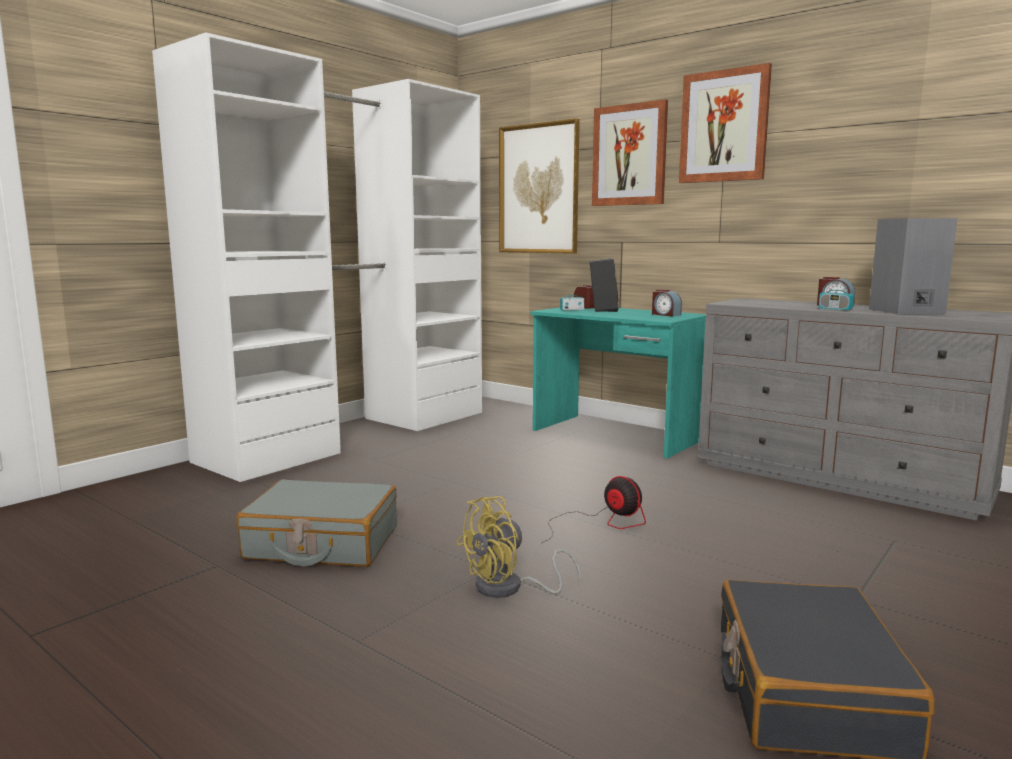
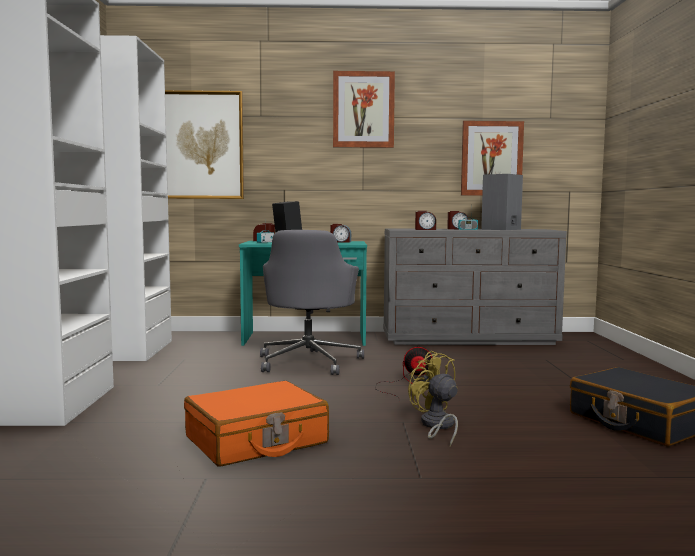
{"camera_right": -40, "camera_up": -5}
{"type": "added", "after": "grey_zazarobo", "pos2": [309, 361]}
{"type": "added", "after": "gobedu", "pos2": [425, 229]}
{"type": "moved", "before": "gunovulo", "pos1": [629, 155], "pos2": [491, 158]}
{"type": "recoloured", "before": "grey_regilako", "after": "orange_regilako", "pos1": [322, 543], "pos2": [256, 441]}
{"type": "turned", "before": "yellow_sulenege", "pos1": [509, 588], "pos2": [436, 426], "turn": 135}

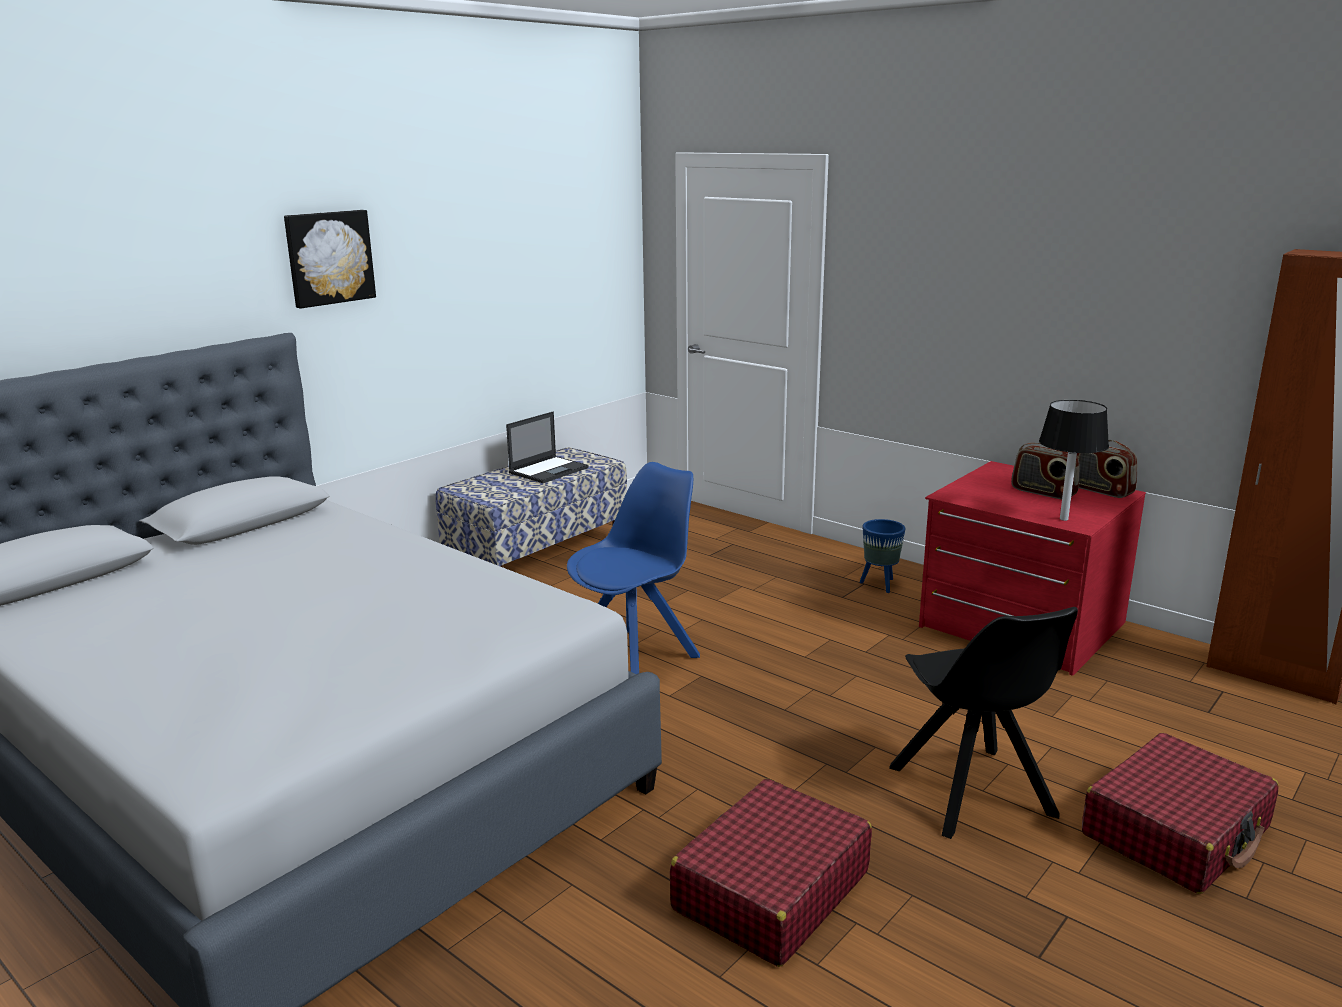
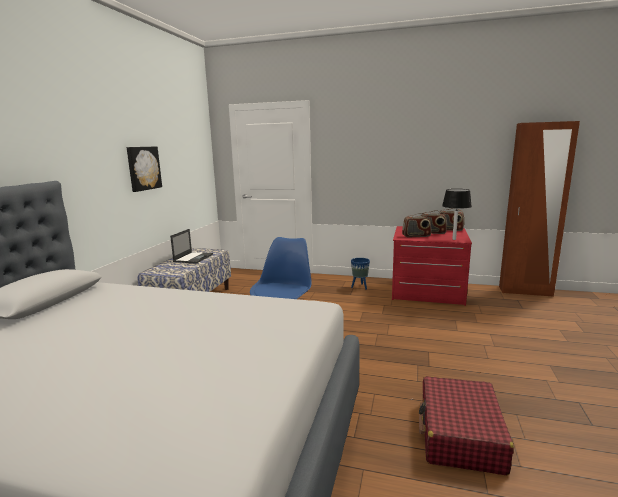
{"camera_right": -25, "camera_up": -5}
{"type": "removed", "before": "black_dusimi", "pos1": [973, 794]}
{"type": "removed", "before": "red_regilako", "pos1": [1176, 832]}
{"type": "added", "after": "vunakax", "pos2": [416, 236]}
{"type": "moved", "before": "gunovulo", "pos1": [329, 257], "pos2": [143, 168]}

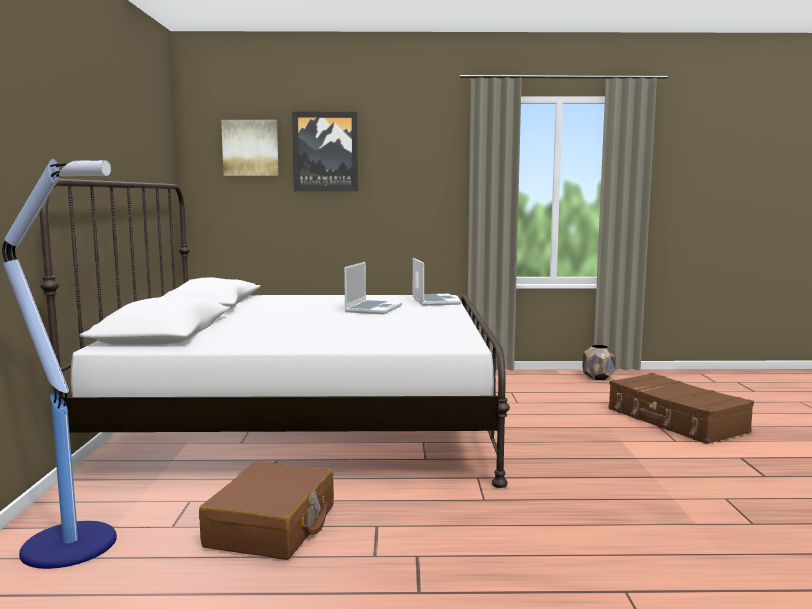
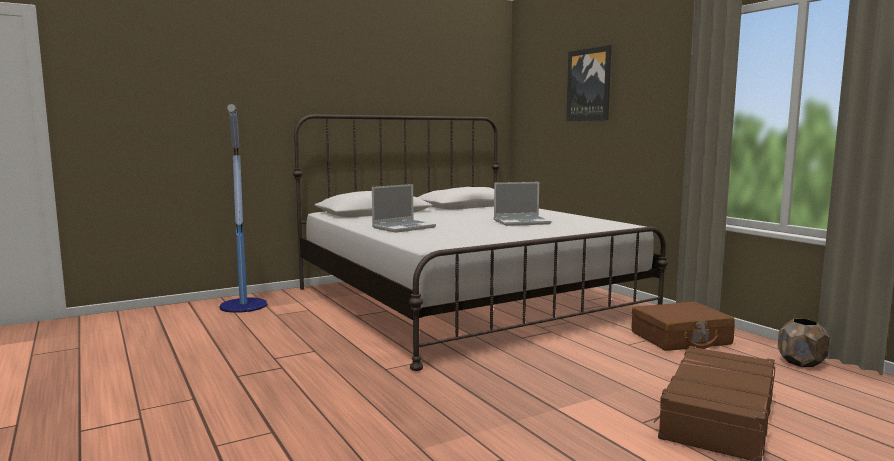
{"camera_right": 60, "camera_up": 0}
{"type": "removed", "before": "gunovulo", "pos1": [250, 148]}
{"type": "moved", "before": "brown_regilako", "pos1": [272, 527], "pos2": [681, 339]}
{"type": "moved", "before": "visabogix", "pos1": [434, 301], "pos2": [404, 227]}

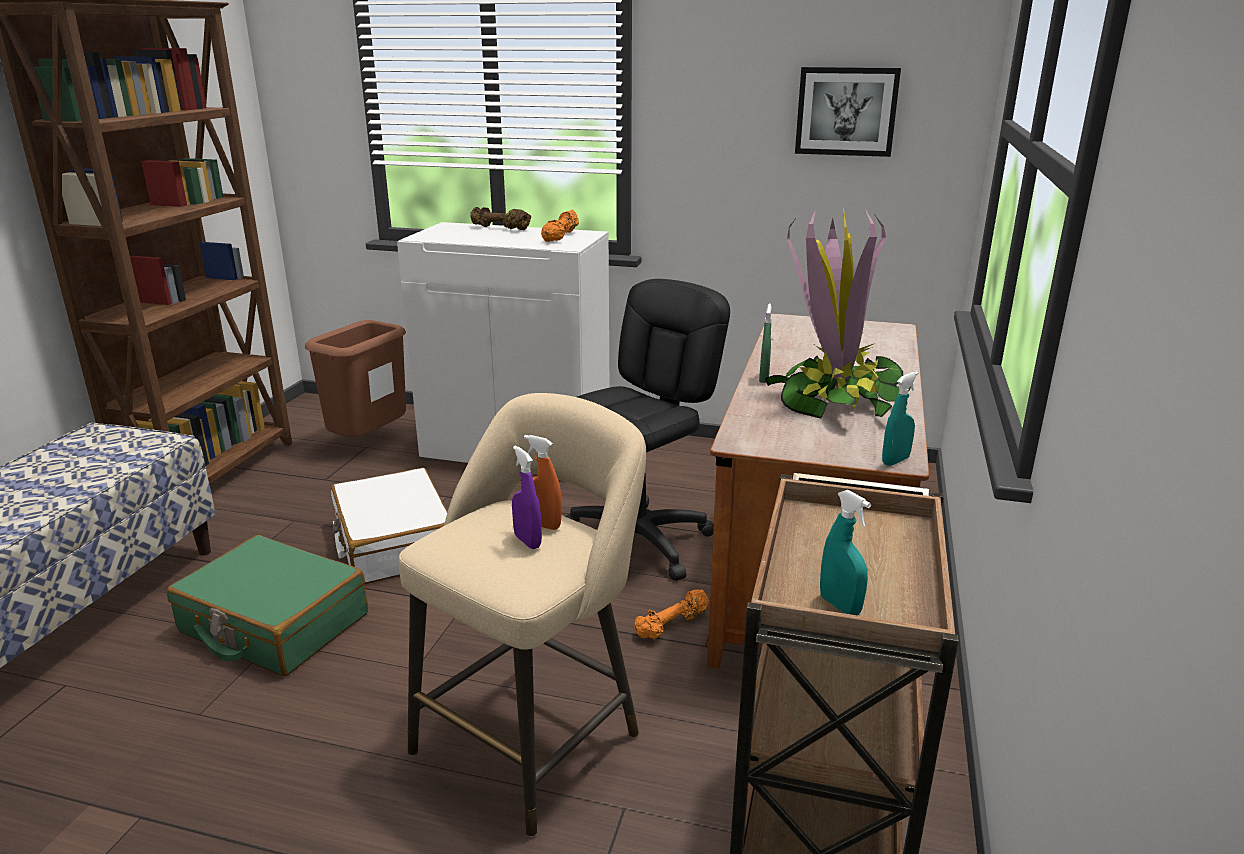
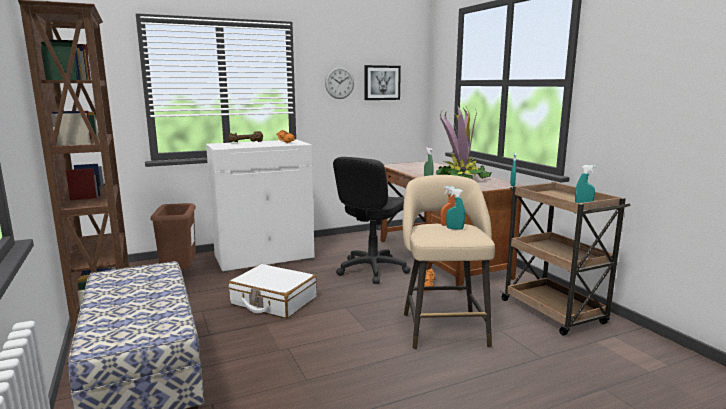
{"camera_right": -40, "camera_up": -10}
{"type": "removed", "before": "green_regilako", "pos1": [273, 624]}
{"type": "added", "after": "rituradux", "pos2": [339, 83]}
{"type": "recoloured", "before": "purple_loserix", "after": "turquoise_loserix", "pos1": [527, 541], "pos2": [455, 229]}
{"type": "turned", "before": "black_zazarobo", "pos1": [637, 542], "pos2": [372, 269], "turn": -150}

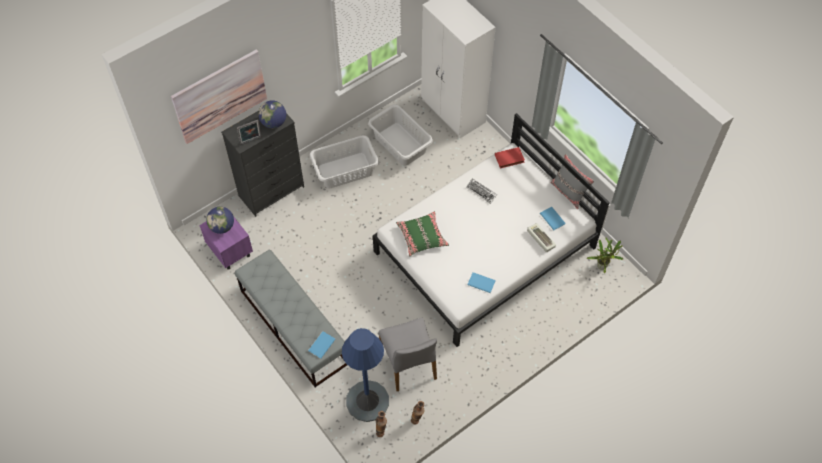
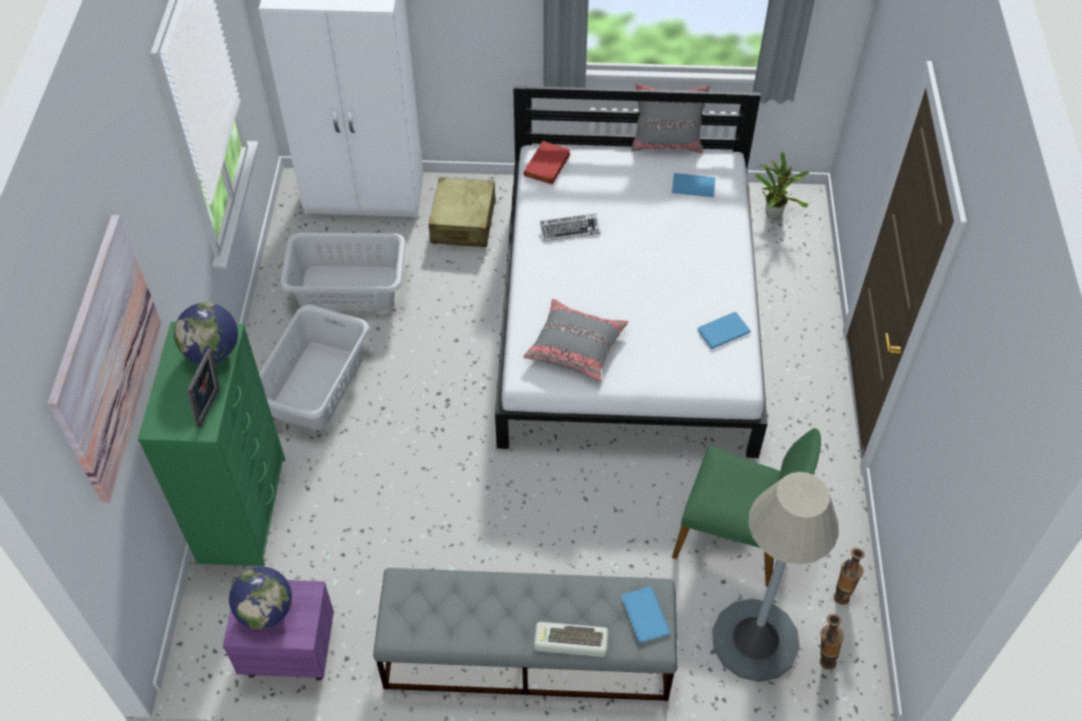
{"camera_right": -50, "camera_up": -5}
{"type": "added", "after": "beige_regilako", "pos2": [463, 222]}
{"type": "moved", "before": "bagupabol", "pos1": [540, 239], "pos2": [570, 643]}
{"type": "recoloured", "before": "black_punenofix", "after": "green_punenofix", "pos1": [272, 191], "pos2": [242, 508]}
{"type": "recoloured", "before": "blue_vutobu", "after": "grey_vutobu", "pos1": [367, 401], "pos2": [755, 640]}
{"type": "recoloured", "before": "grey_dusimi", "after": "green_dusimi", "pos1": [409, 363], "pos2": [734, 537]}
{"type": "recoloured", "before": "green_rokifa", "after": "grey_rokifa", "pos1": [422, 237], "pos2": [576, 347]}

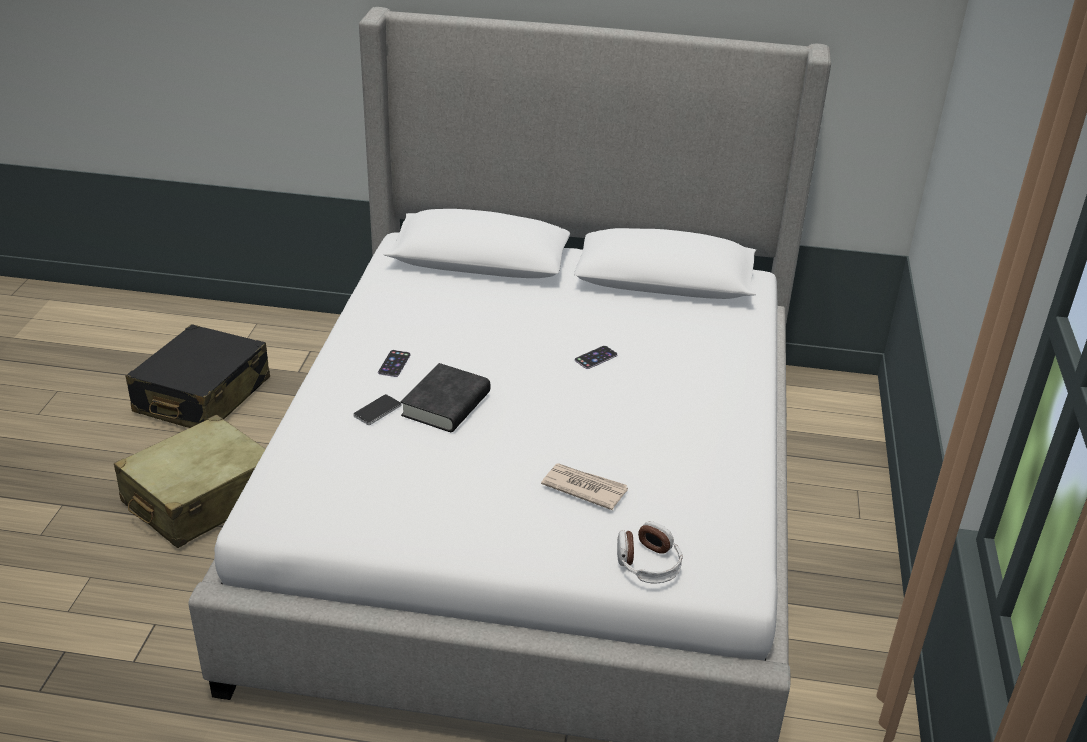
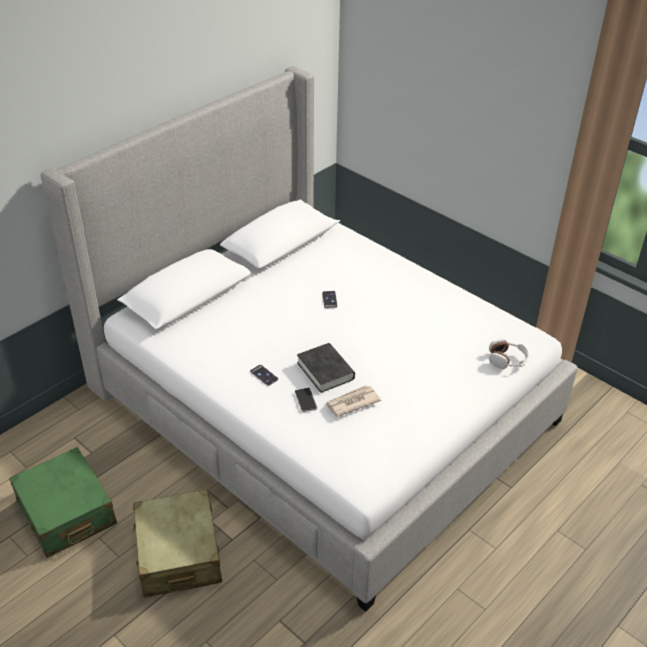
{"camera_right": -55, "camera_up": 5}
{"type": "moved", "before": "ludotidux", "pos1": [584, 488], "pos2": [352, 402]}
{"type": "recoloured", "before": "black_regilako", "after": "green_regilako", "pos1": [202, 396], "pos2": [66, 513]}

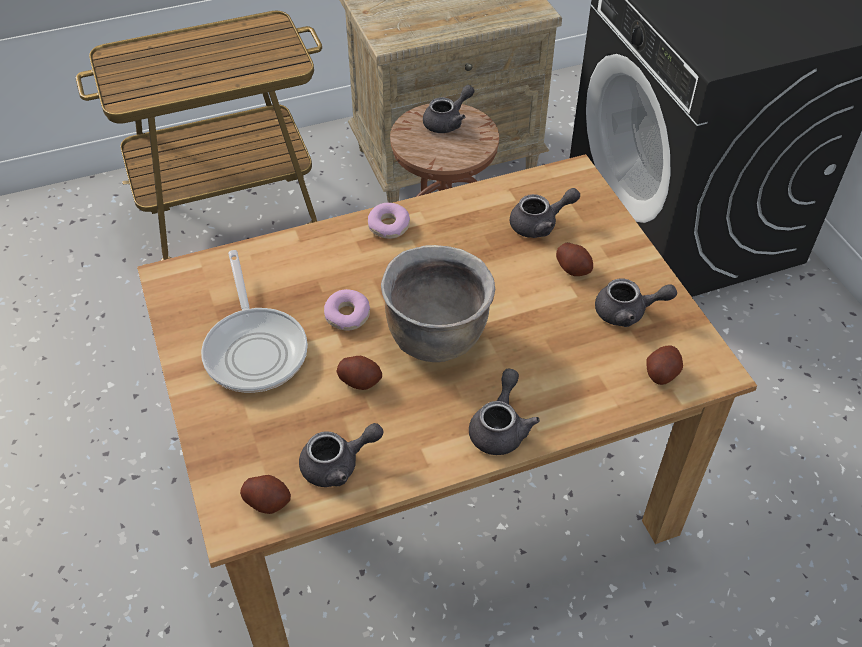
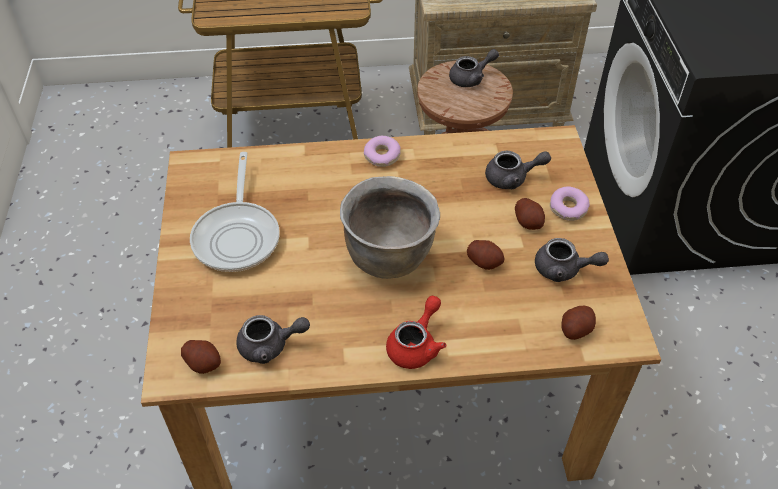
{"camera_right": 15, "camera_up": 0}
{"type": "moved", "before": "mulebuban", "pos1": [347, 315], "pos2": [568, 208]}
{"type": "moved", "before": "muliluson", "pos1": [360, 381], "pos2": [484, 262]}
{"type": "recoloured", "before": "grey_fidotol", "after": "red_fidotol", "pos1": [500, 427], "pos2": [416, 345]}

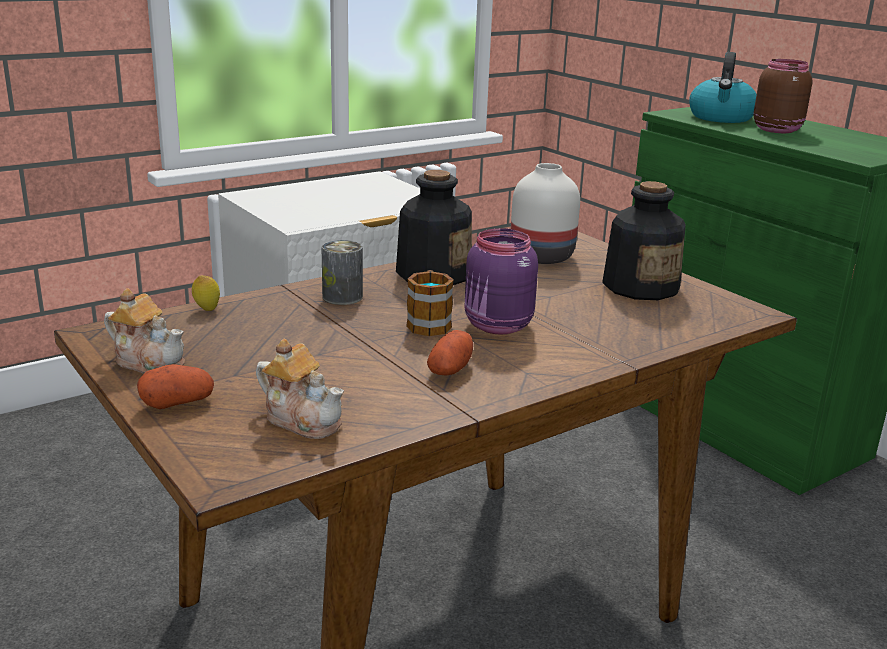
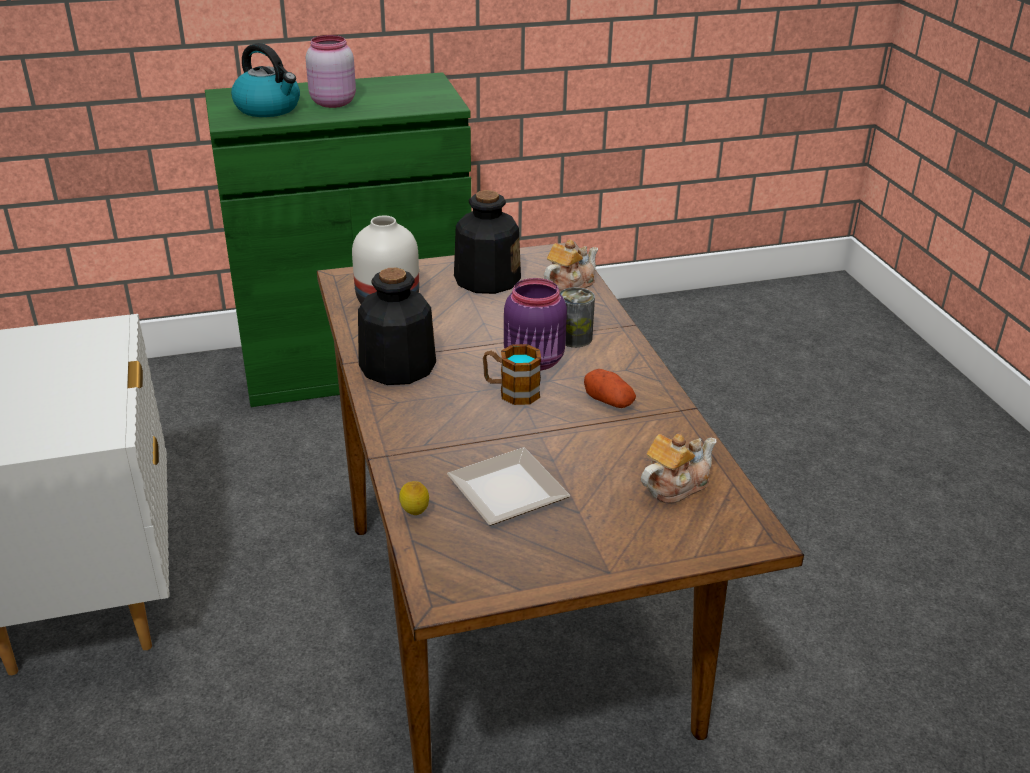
{"camera_right": -70, "camera_up": 10}
{"type": "removed", "before": "muliluson", "pos1": [177, 403]}
{"type": "added", "after": "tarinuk", "pos2": [512, 492]}
{"type": "moved", "before": "fidotol", "pos1": [149, 362], "pos2": [569, 285]}
{"type": "moved", "before": "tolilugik", "pos1": [342, 297], "pos2": [574, 338]}
{"type": "recoloured", "before": "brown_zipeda", "after": "pink_zipeda", "pos1": [777, 129], "pos2": [332, 102]}

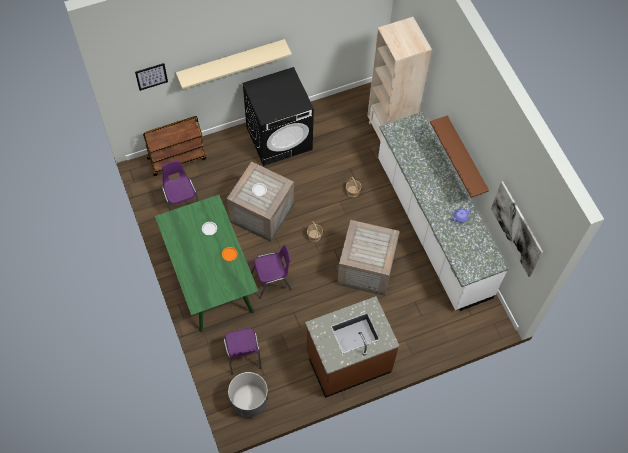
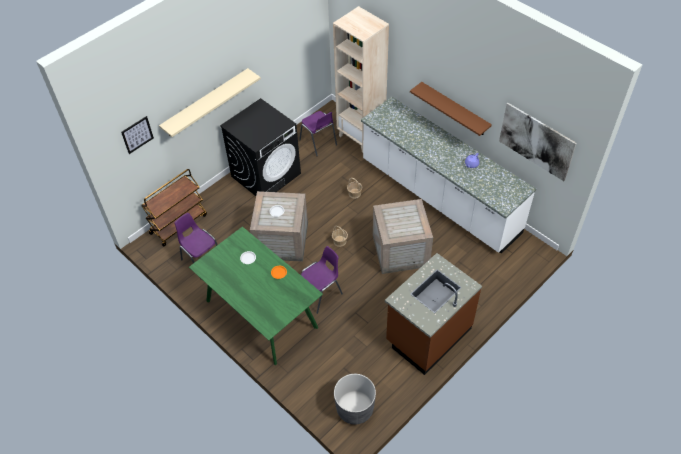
{"camera_right": -20, "camera_up": -10}
{"type": "moved", "before": "purple_dusimi", "pos1": [243, 356], "pos2": [318, 143]}

